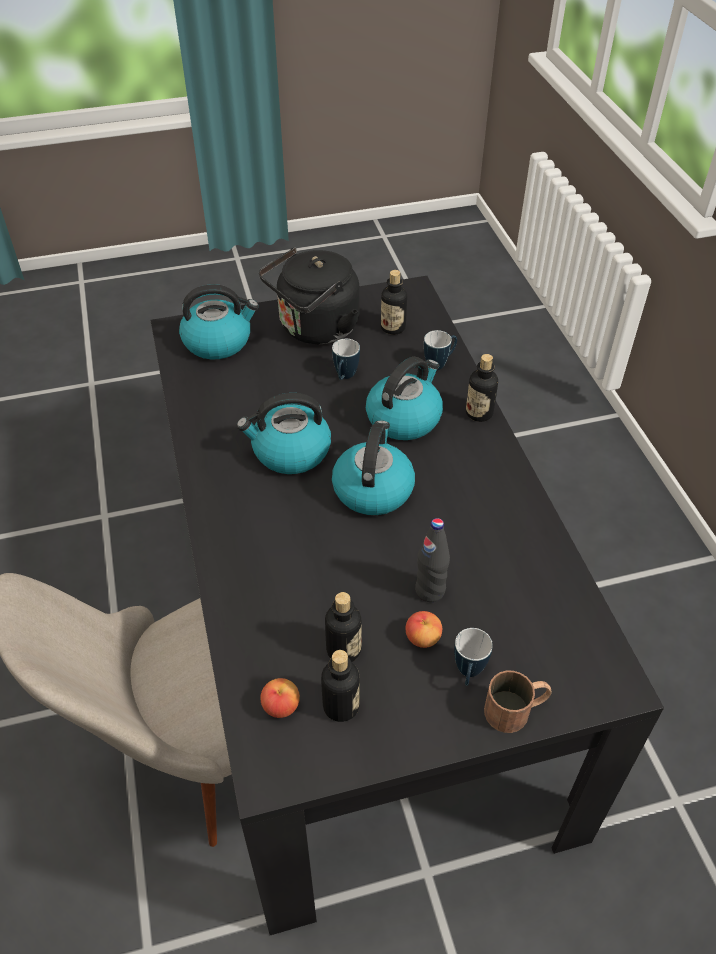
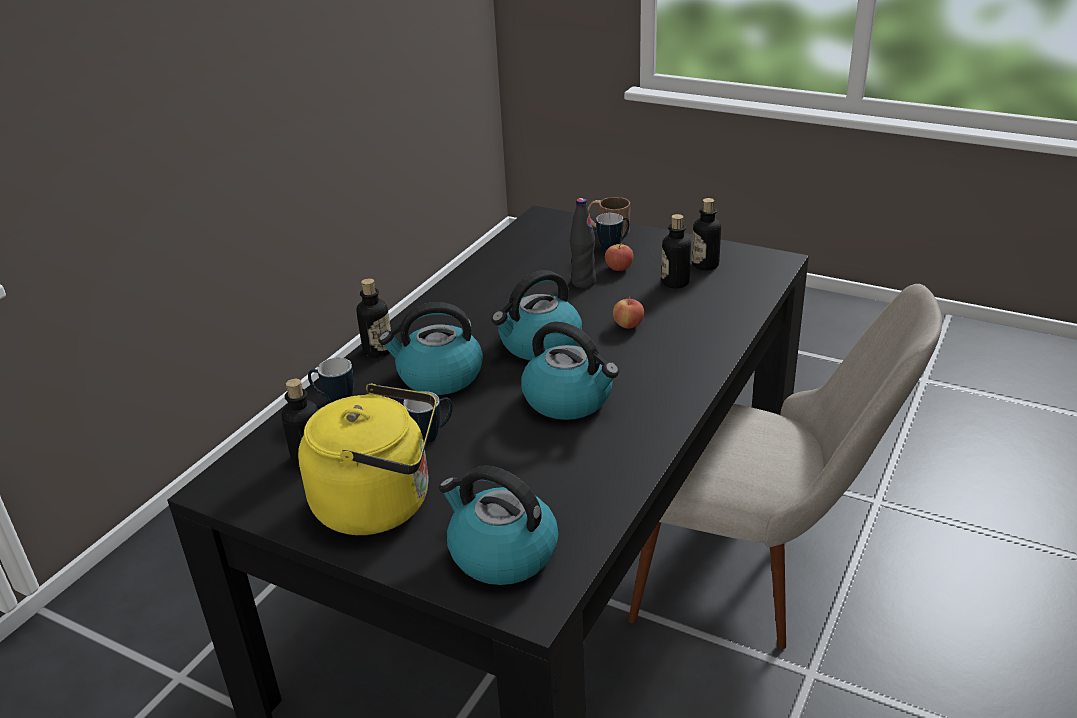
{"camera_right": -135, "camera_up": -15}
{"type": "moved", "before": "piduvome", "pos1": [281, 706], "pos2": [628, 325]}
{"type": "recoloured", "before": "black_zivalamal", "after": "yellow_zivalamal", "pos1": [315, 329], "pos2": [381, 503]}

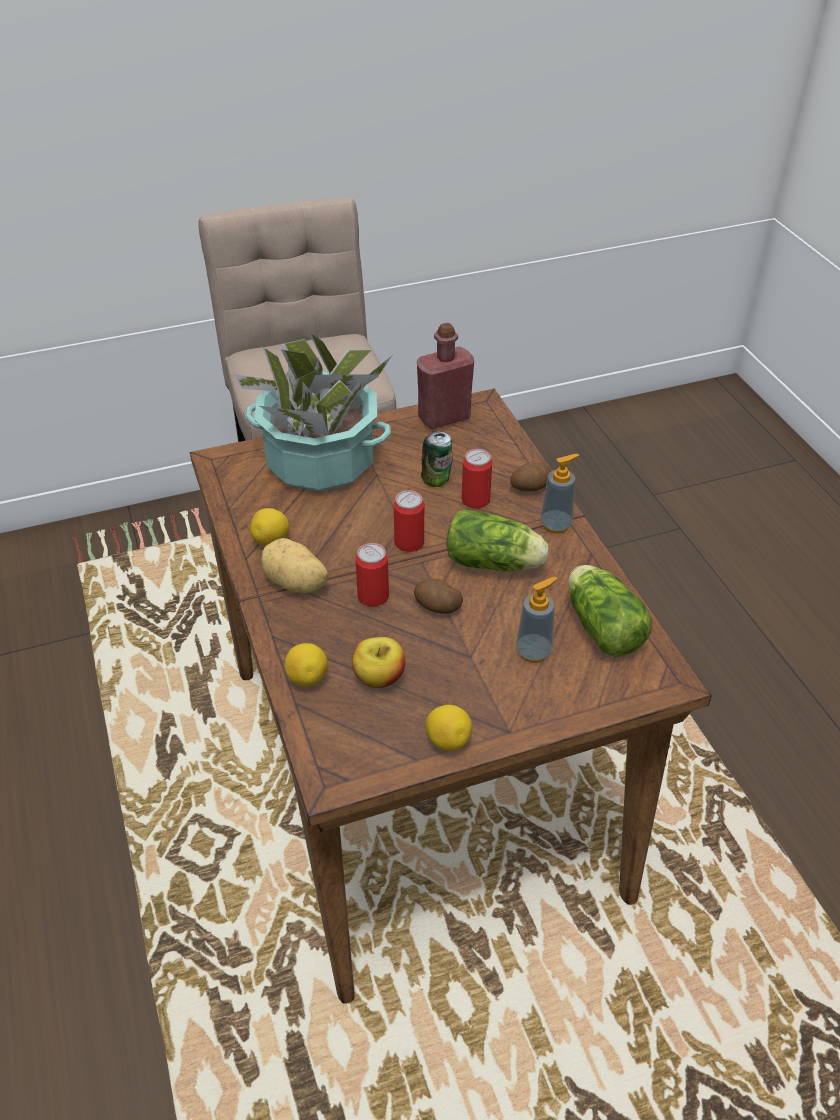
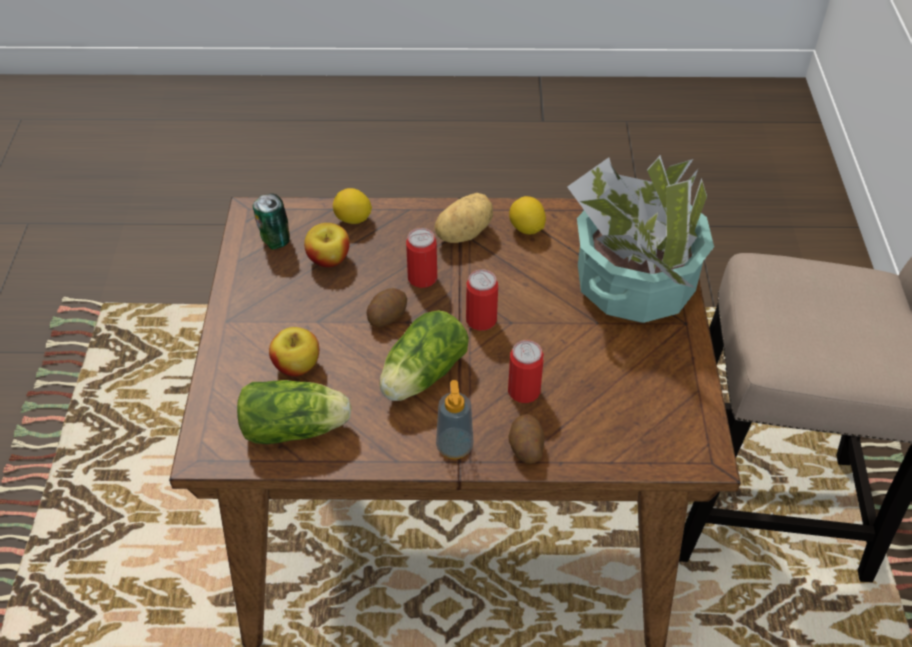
{"camera_right": 110, "camera_up": 5}
{"type": "removed", "before": "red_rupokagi", "pos1": [444, 417]}
{"type": "removed", "before": "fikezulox", "pos1": [448, 740]}
{"type": "moved", "before": "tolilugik", "pos1": [437, 480], "pos2": [275, 241]}
{"type": "replaced", "before": "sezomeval", "after": "piduvome", "pos1": [533, 651], "pos2": [297, 366]}

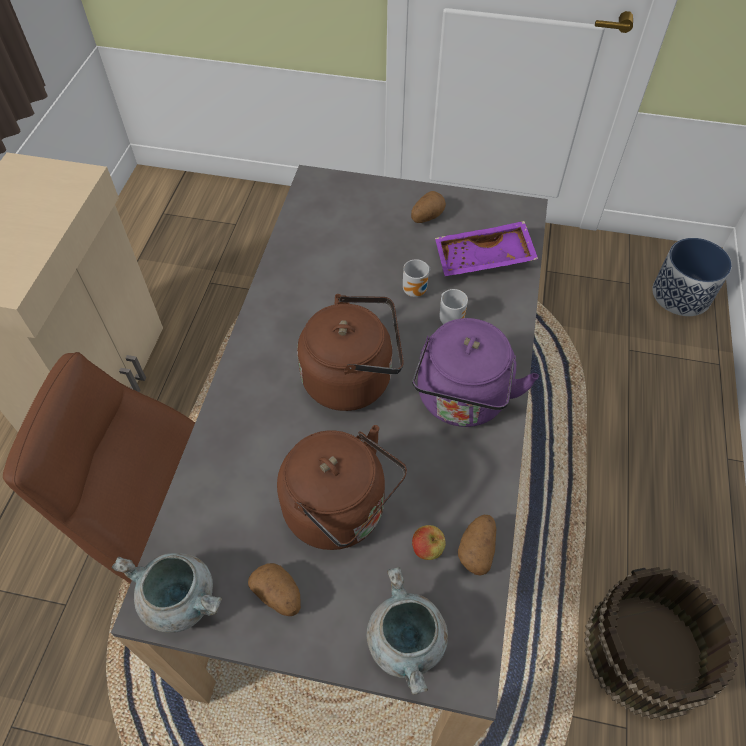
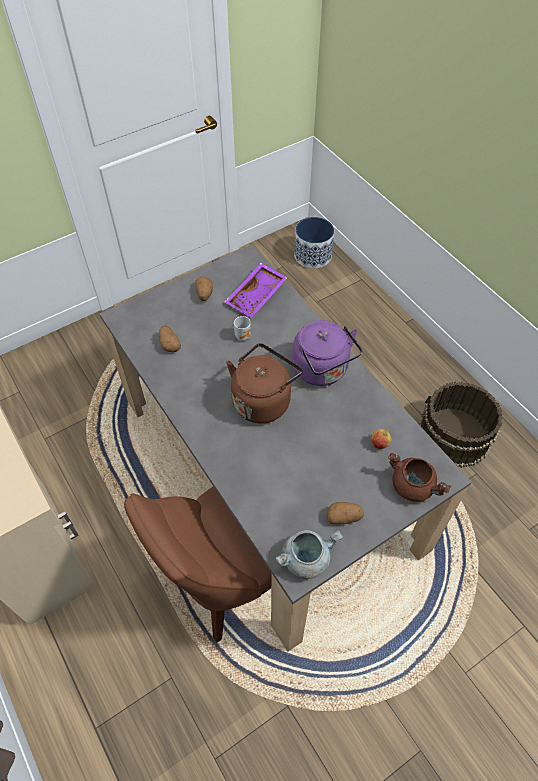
{"camera_right": -45, "camera_up": 0}
{"type": "removed", "before": "brown_zivalamal", "pos1": [341, 511]}
{"type": "removed", "before": "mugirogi", "pos1": [451, 319]}
{"type": "moved", "before": "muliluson", "pos1": [477, 550], "pos2": [169, 344]}
{"type": "recoloured", "before": "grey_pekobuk", "after": "brown_pekobuk", "pos1": [407, 643], "pos2": [413, 486]}

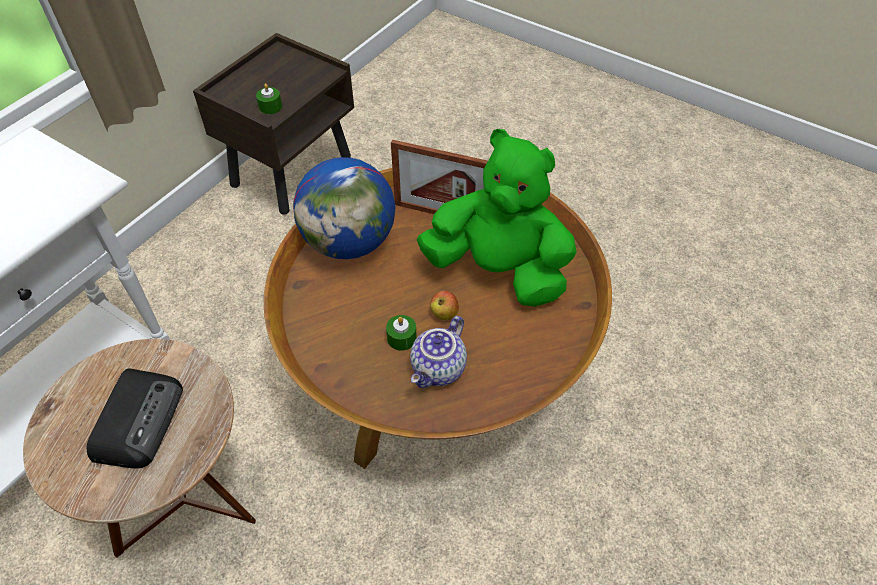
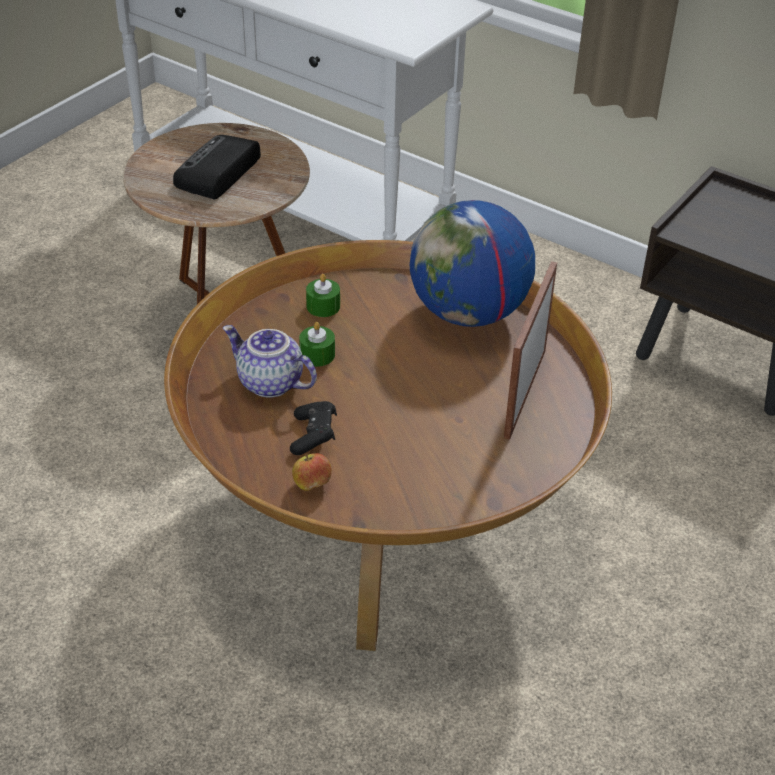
{"camera_right": 90, "camera_up": -10}
{"type": "removed", "before": "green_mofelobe", "pos1": [498, 270]}
{"type": "added", "after": "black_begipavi", "pos2": [314, 436]}
{"type": "moved", "before": "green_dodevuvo", "pos1": [270, 107], "pos2": [323, 306]}
{"type": "moved", "before": "piduvome", "pos1": [444, 313], "pos2": [312, 484]}
{"type": "turned", "before": "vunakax", "pos1": [139, 420], "pos2": [217, 174], "turn": 105}

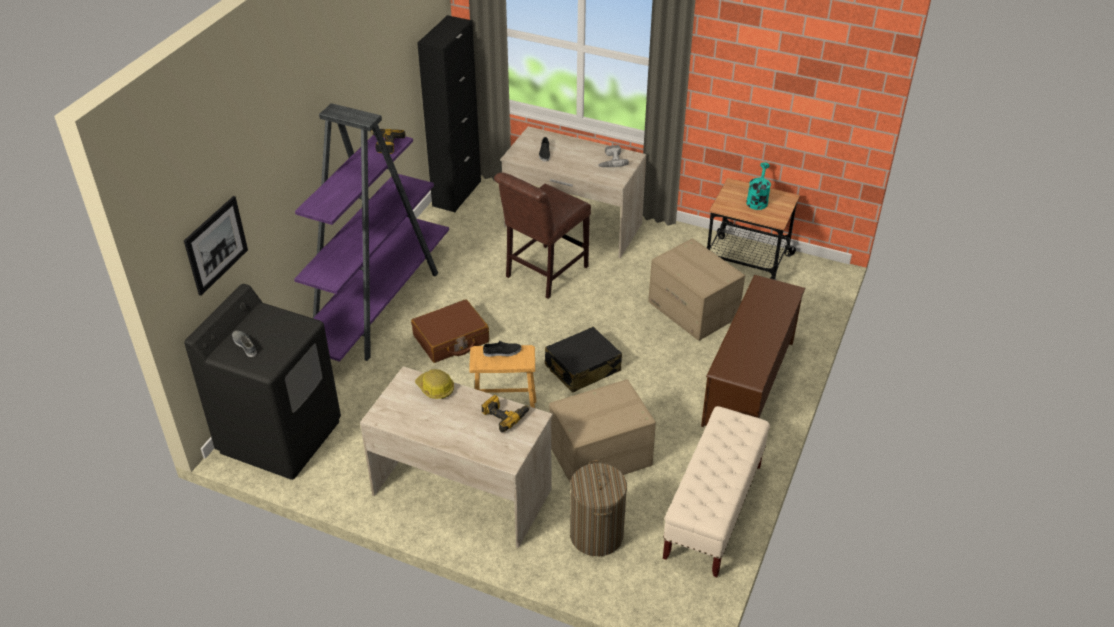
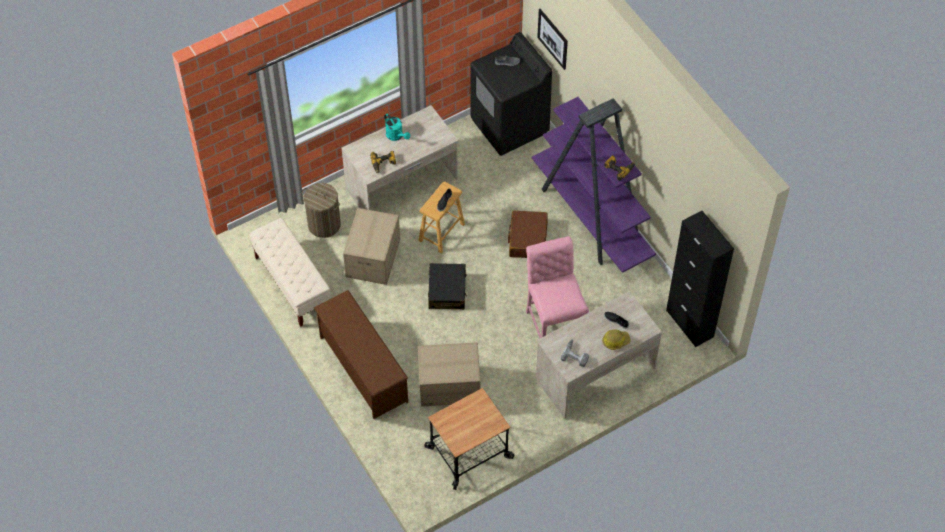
{"camera_right": 125, "camera_up": 15}
{"type": "moved", "before": "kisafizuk", "pos1": [435, 388], "pos2": [615, 341]}
{"type": "moved", "before": "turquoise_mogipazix", "pos1": [757, 200], "pos2": [396, 136]}
{"type": "recoloured", "before": "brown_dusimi", "after": "pink_dusimi", "pos1": [543, 273], "pos2": [554, 323]}

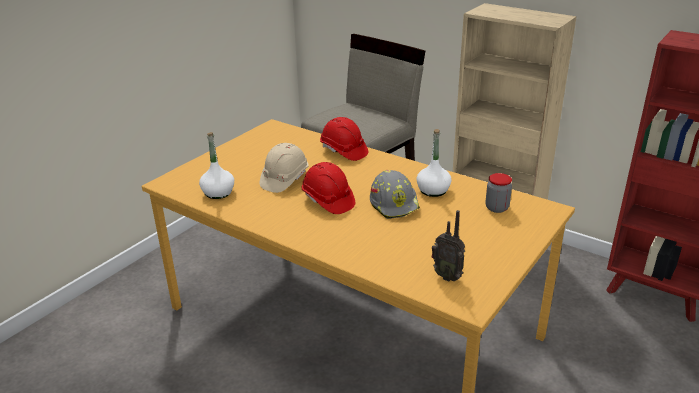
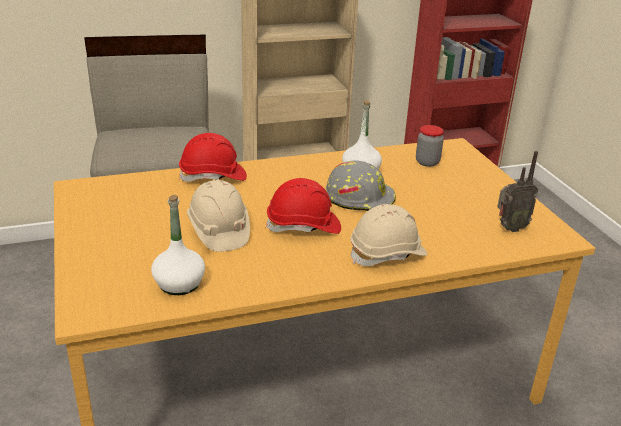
{"camera_right": -55, "camera_up": 0}
{"type": "added", "after": "beige_kisafizuk", "pos2": [388, 254]}

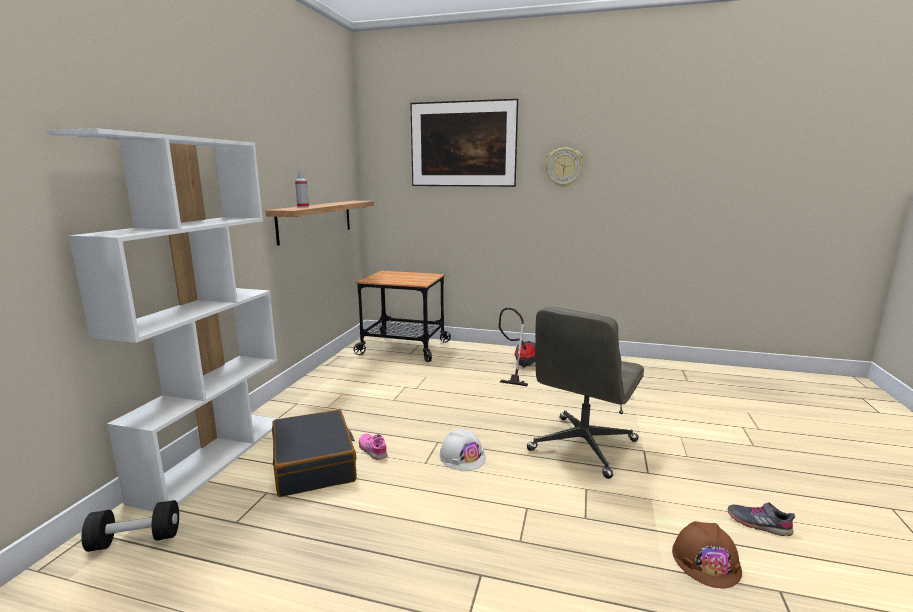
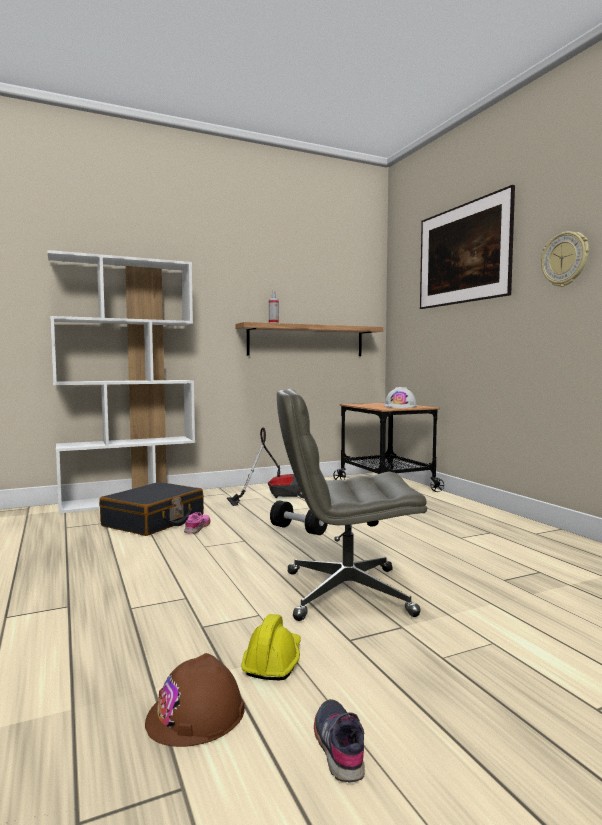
{"camera_right": 50, "camera_up": -10}
{"type": "added", "after": "yellow_kisafizuk", "pos2": [273, 661]}
{"type": "moved", "before": "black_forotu", "pos1": [136, 540], "pos2": [298, 530]}
{"type": "moved", "before": "white_kisafizuk", "pos1": [462, 456], "pos2": [400, 406]}
{"type": "moved", "before": "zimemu", "pos1": [521, 366], "pos2": [277, 497]}

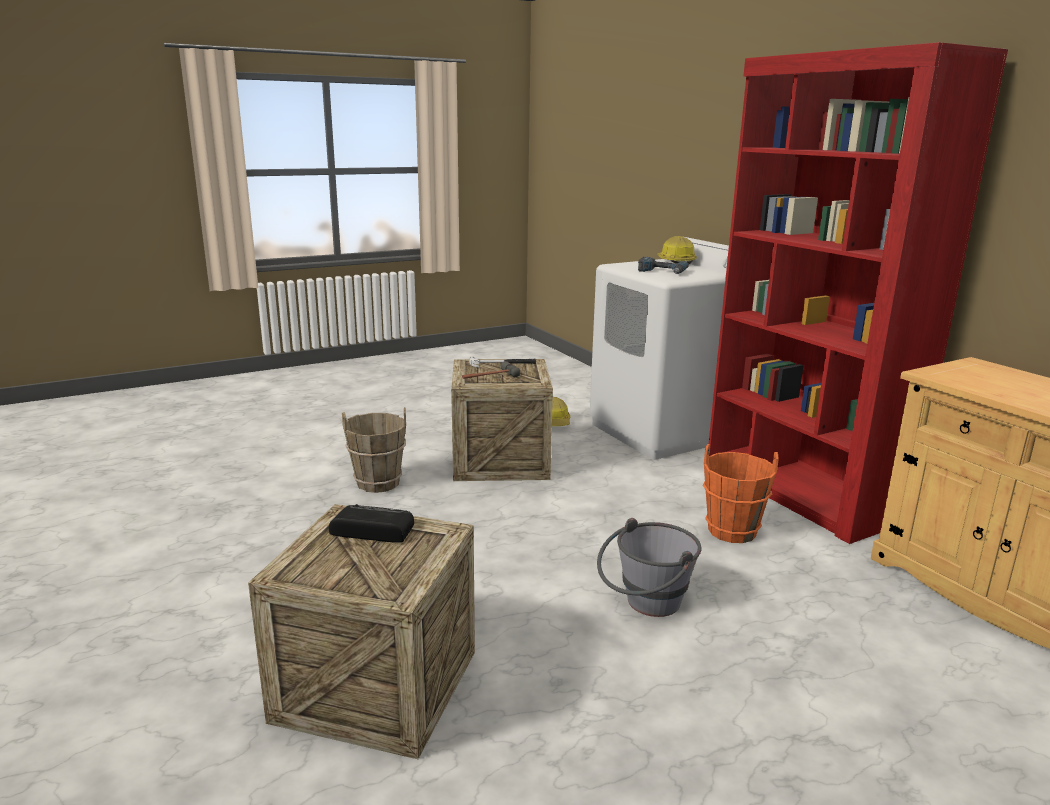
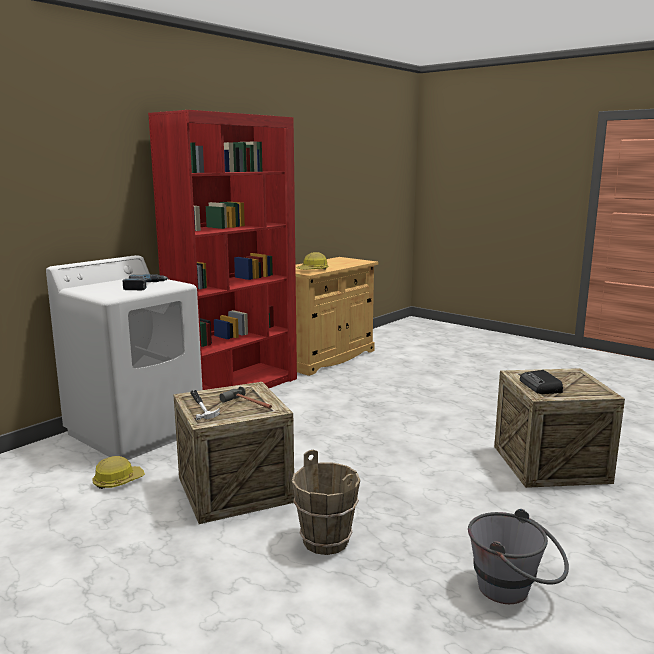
{"camera_right": -110, "camera_up": -5}
{"type": "removed", "before": "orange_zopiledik", "pos1": [732, 531]}
{"type": "moved", "before": "grey_zopiledik", "pos1": [645, 605], "pos2": [514, 591]}
{"type": "moved", "before": "kisafizuk", "pos1": [675, 261], "pos2": [313, 270]}

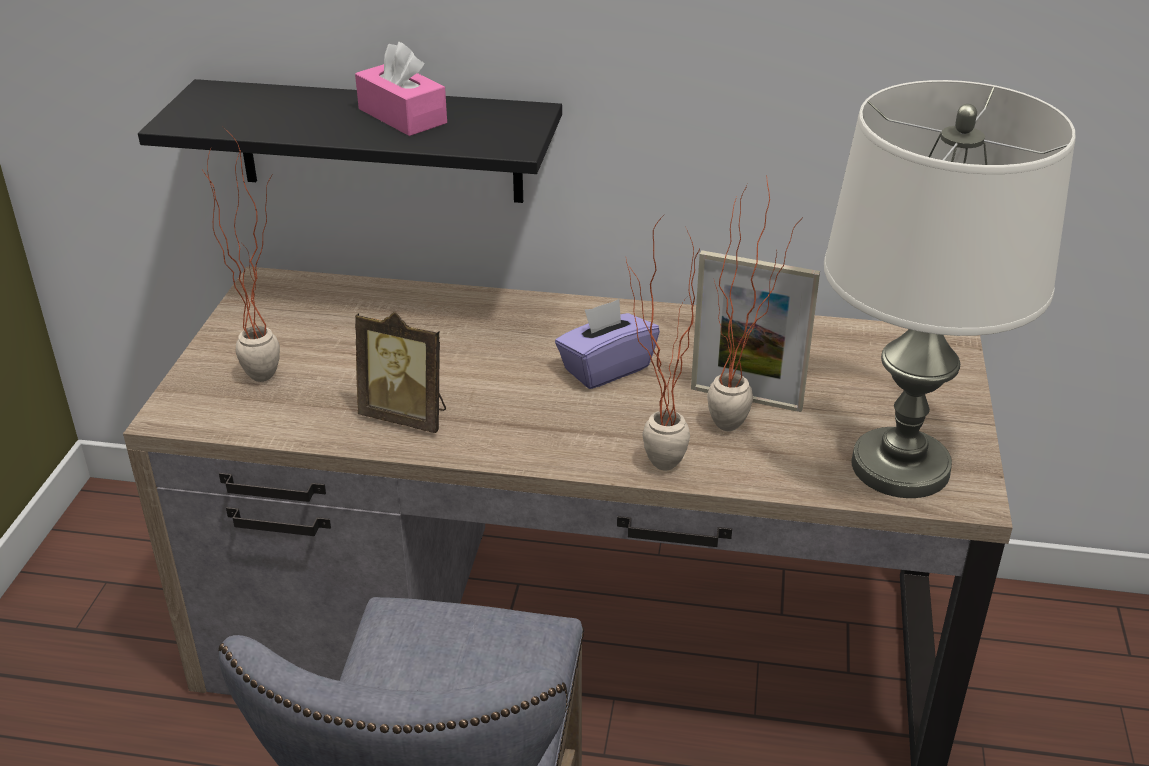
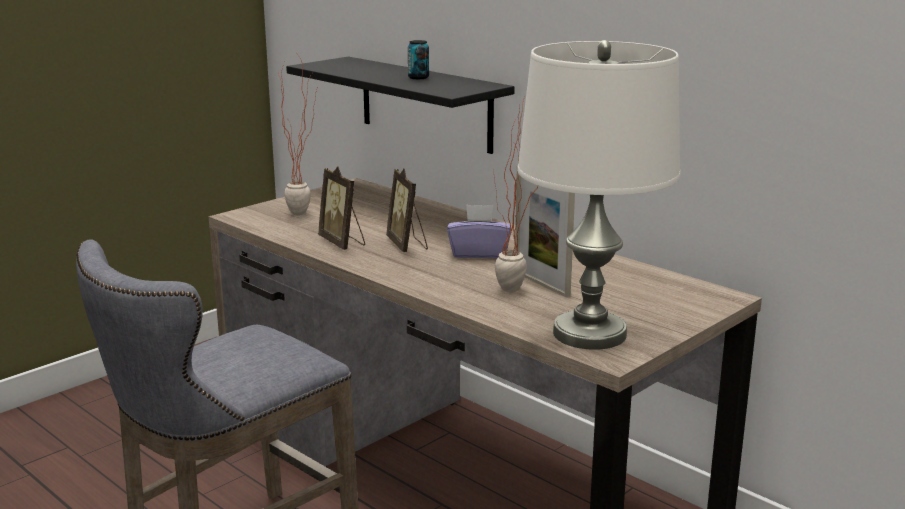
{"camera_right": 35, "camera_up": -15}
{"type": "removed", "before": "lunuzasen", "pos1": [650, 466]}
{"type": "added", "after": "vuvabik", "pos2": [407, 245]}
{"type": "replaced", "before": "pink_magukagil", "after": "tolilugik", "pos1": [402, 116], "pos2": [418, 77]}

